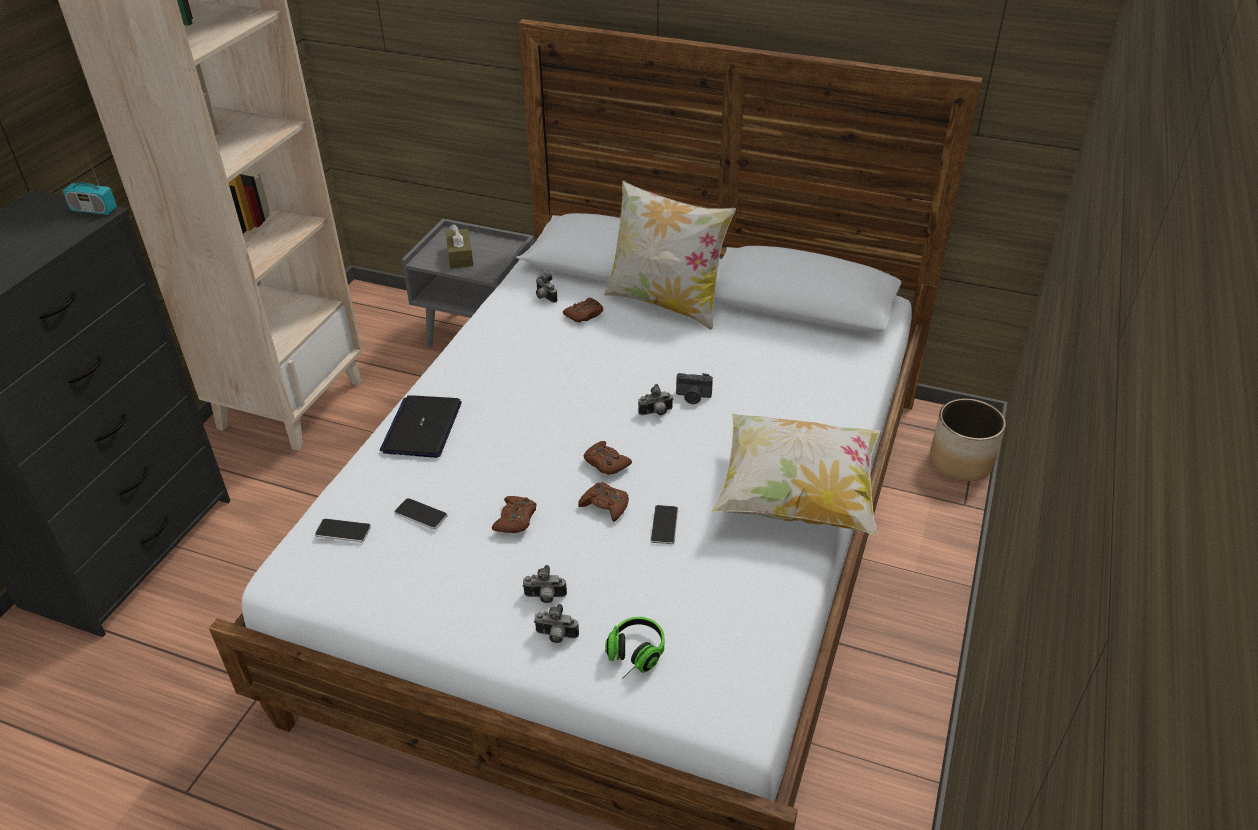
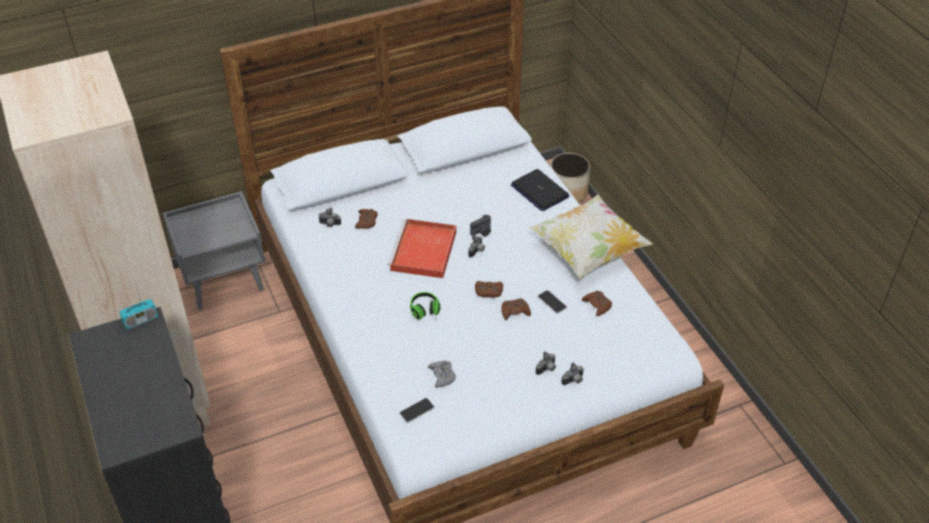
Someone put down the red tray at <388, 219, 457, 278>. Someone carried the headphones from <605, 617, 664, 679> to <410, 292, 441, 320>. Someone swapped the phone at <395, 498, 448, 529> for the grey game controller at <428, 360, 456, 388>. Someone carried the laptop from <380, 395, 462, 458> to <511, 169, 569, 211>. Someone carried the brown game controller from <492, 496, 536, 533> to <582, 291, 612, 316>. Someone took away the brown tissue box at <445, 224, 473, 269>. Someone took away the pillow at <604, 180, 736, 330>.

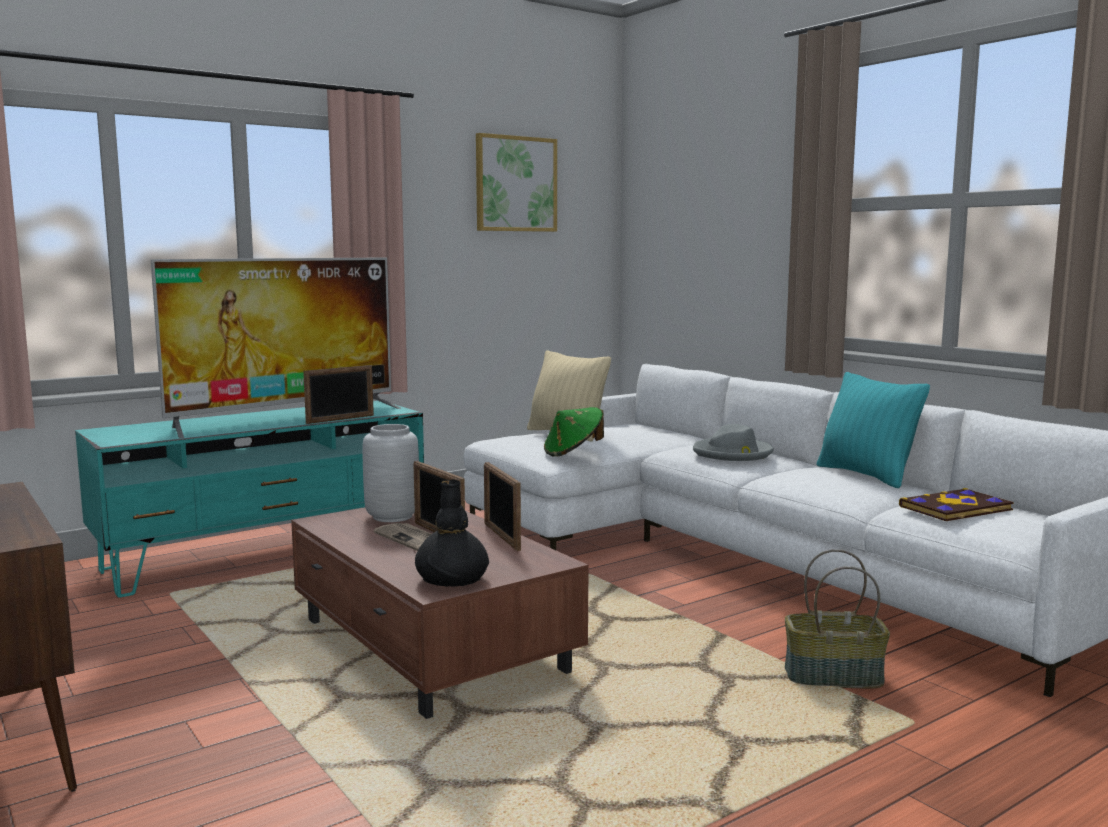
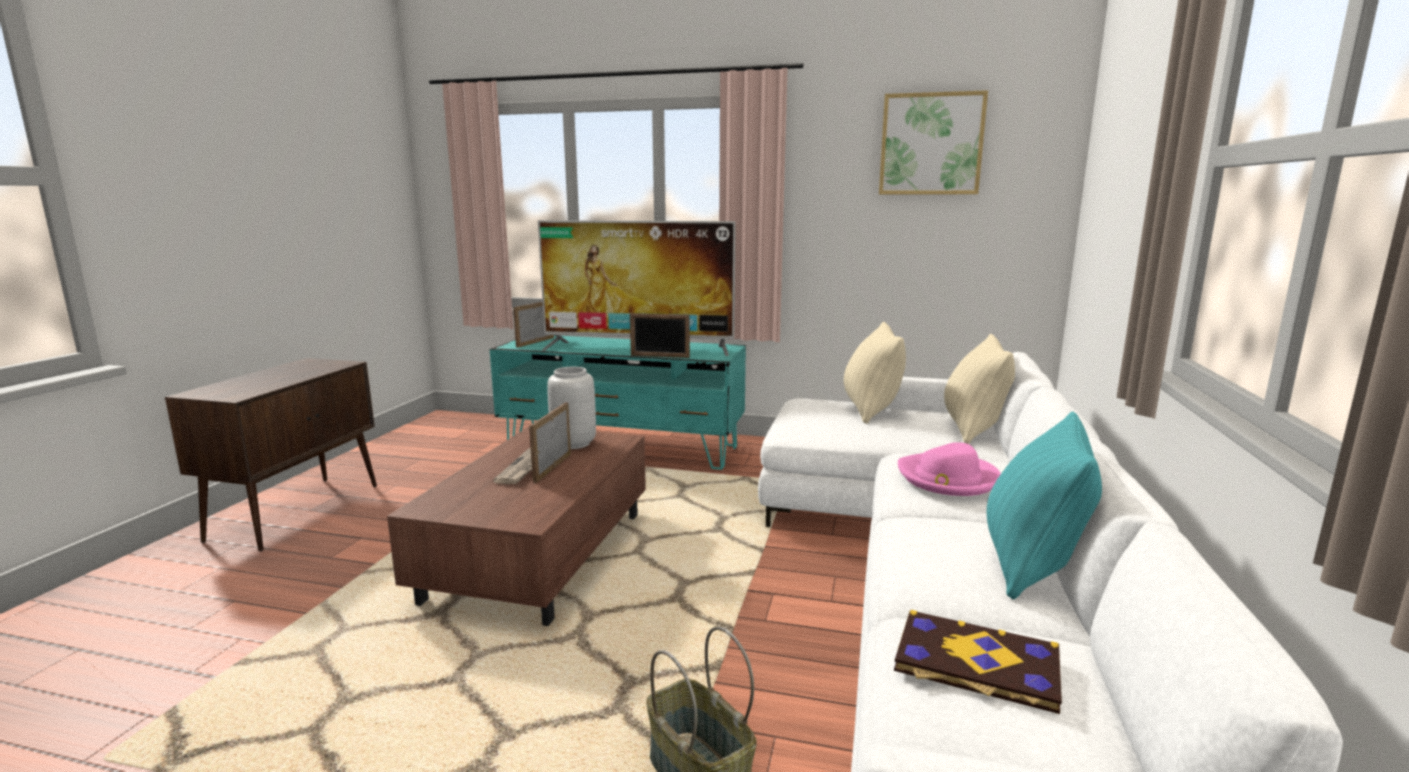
Someone carried the picture frame from <484, 462, 521, 551> to <513, 302, 554, 348>. Someone repainted the grey hat at <693, 424, 774, 461>, which became the pink hat at <898, 442, 1001, 496>. Someone put down the beige pillow at <944, 334, 1015, 444>. Someone took away the black vase at <415, 479, 489, 587>. Someone took away the green hat at <544, 407, 604, 457>.

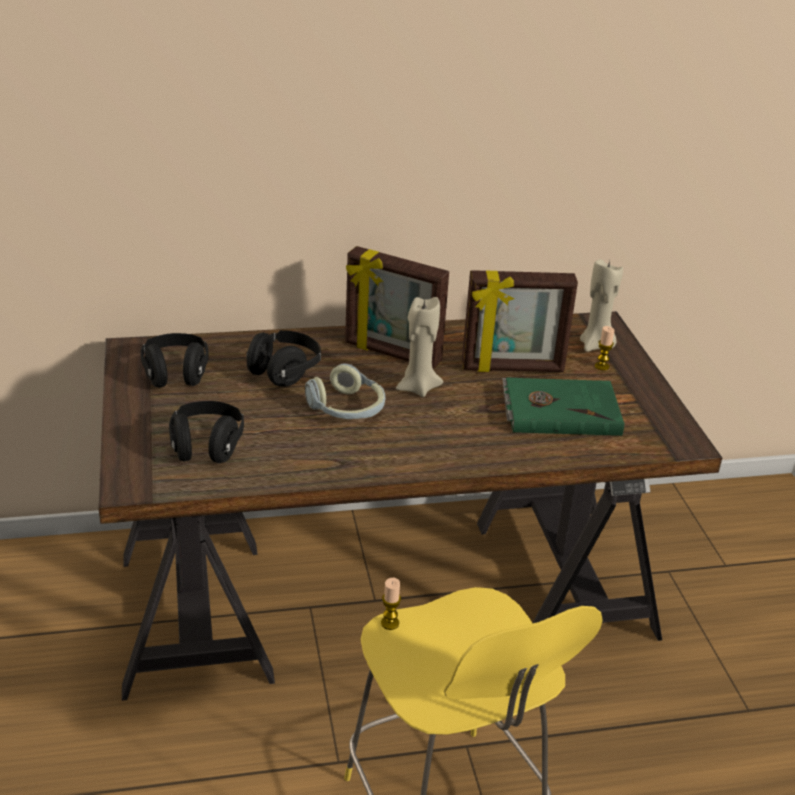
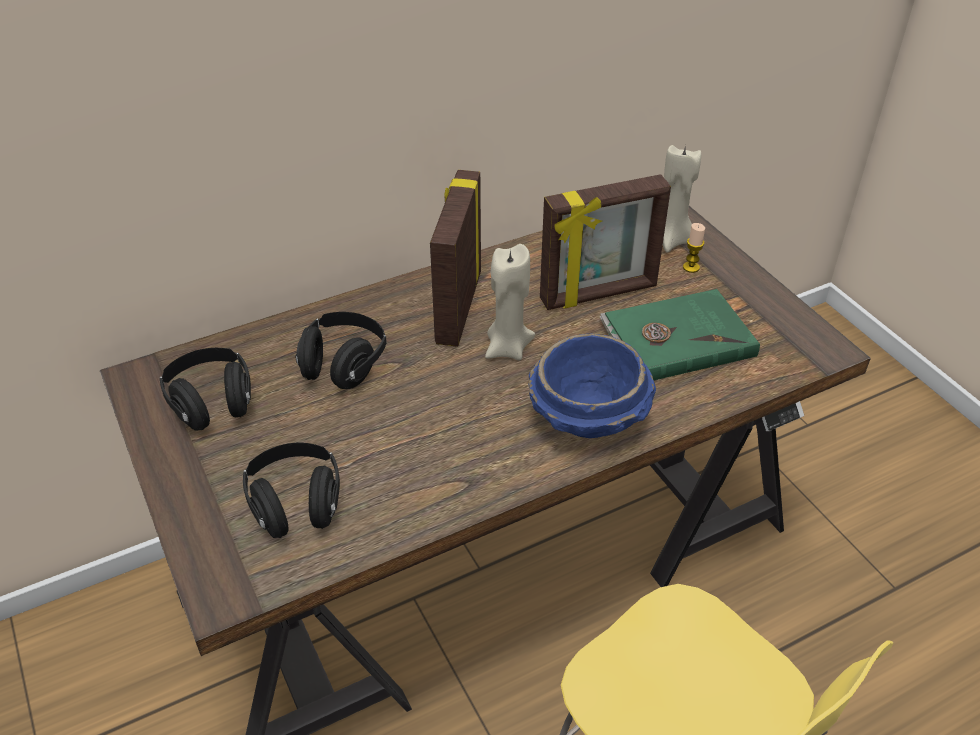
Someone rotated the picture frame at <345, 246, 449, 369> by 90 degrees clockwise. Someone put down the blue bowl at <528, 334, 656, 438>. Someone took away the headphones at <305, 363, 386, 419>. Someone took away the candle at <381, 578, 401, 630>.

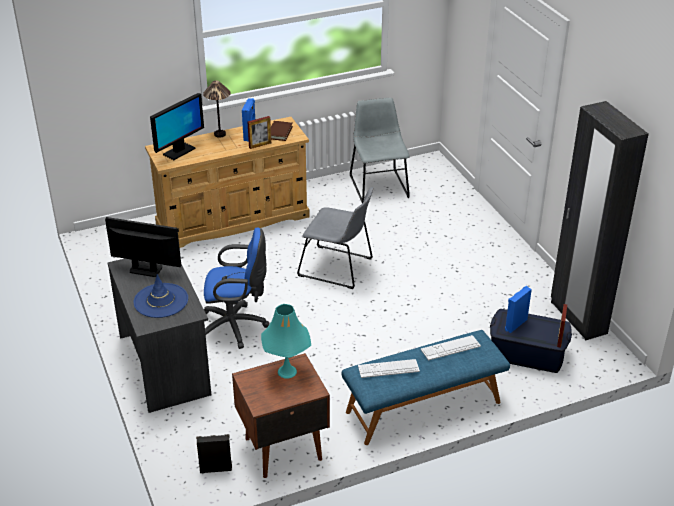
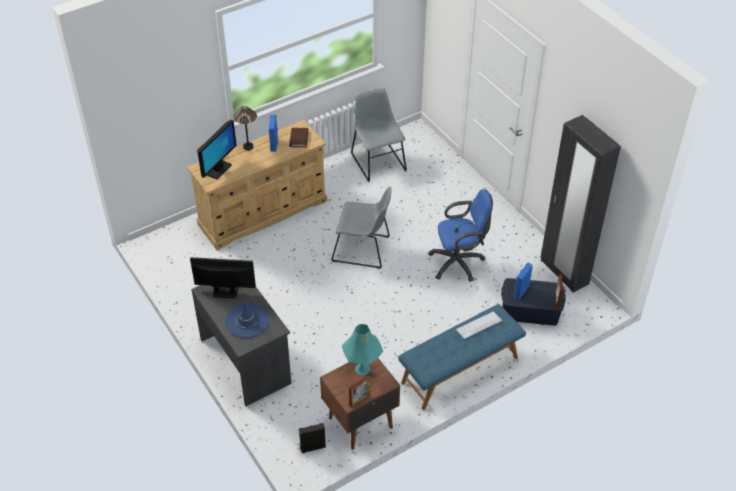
Someone carried the picture frame from <248, 116, 271, 149> to <349, 375, 370, 408>. Someone carried the blue office chair from <204, 227, 269, 349> to <429, 189, 493, 282>. Someone took away the keyboard at <358, 359, 420, 378>.

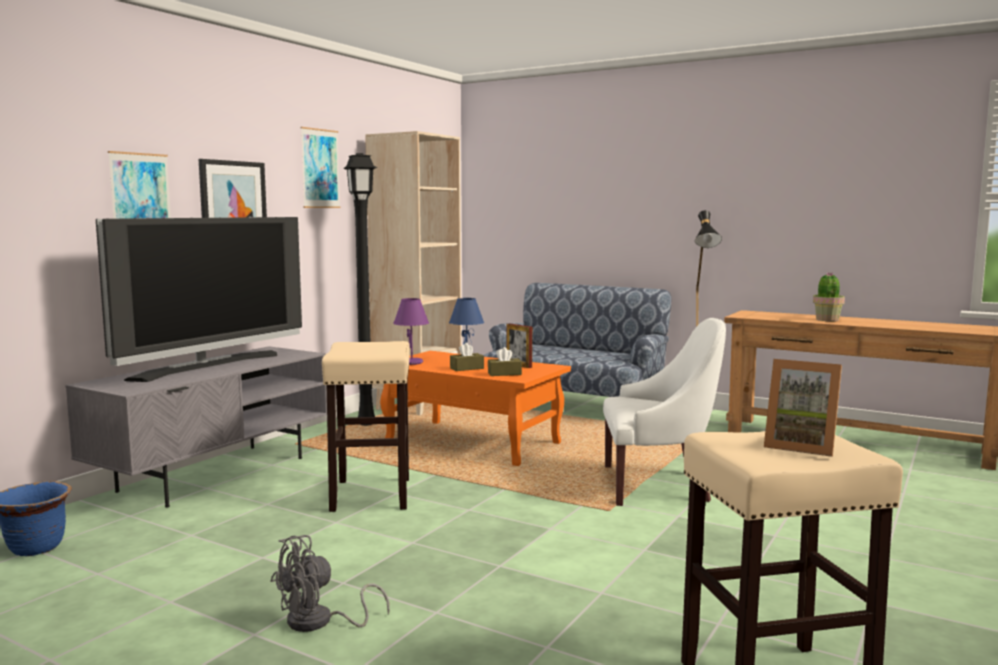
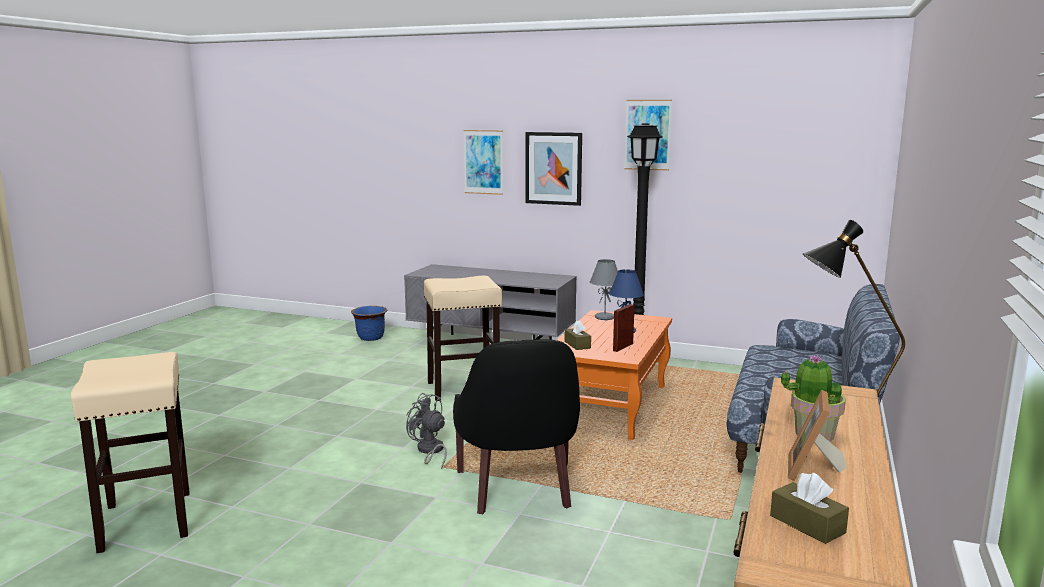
Someone carried the grey fan from <271, 535, 390, 632> to <406, 393, 447, 469>. Someone repainted the white armchair at <603, 318, 726, 506>, which became the black armchair at <453, 339, 580, 514>. Someone repainted the purple table lamp at <393, 298, 429, 365>, which became the grey table lamp at <590, 259, 618, 320>. Someone carried the brown tissue box from <450, 343, 484, 371> to <770, 473, 849, 544>. Someone carried the picture frame from <764, 359, 842, 457> to <788, 390, 847, 481>. Someone took away the television at <96, 217, 302, 382>. Someone took away the beige bookcase at <365, 131, 462, 415>.

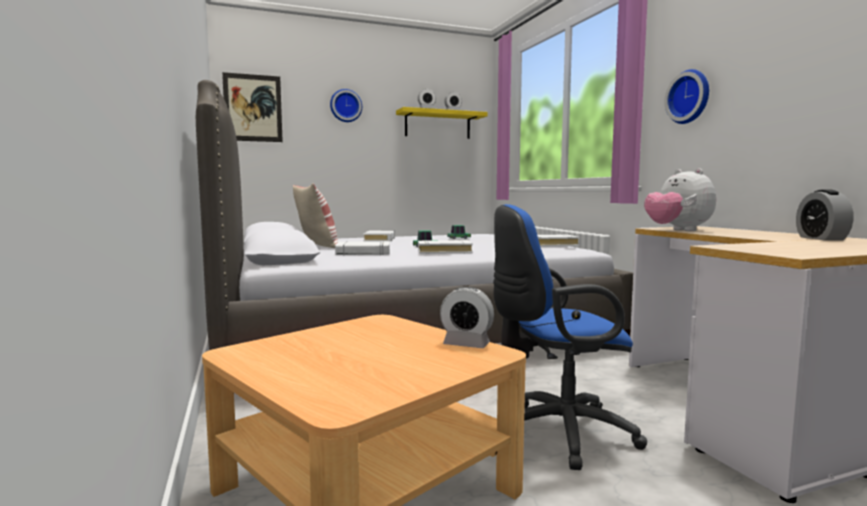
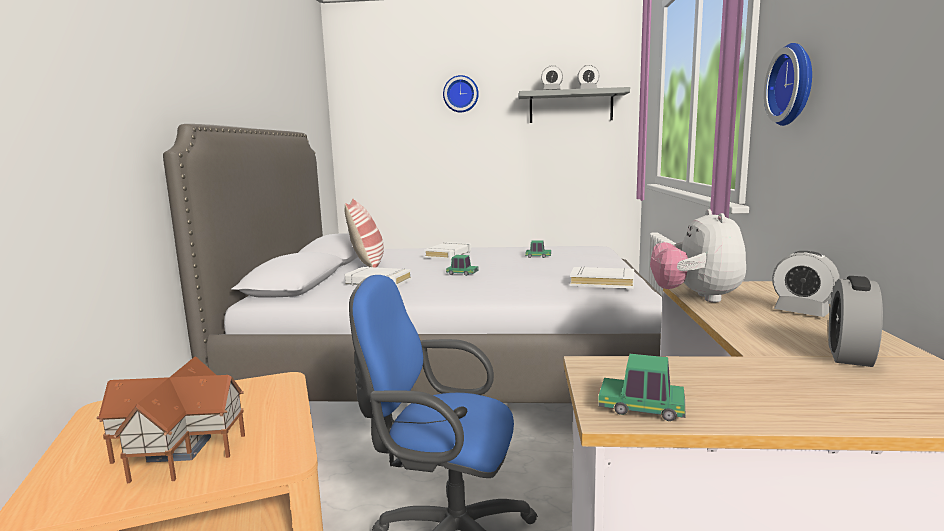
Someone put down the toy house at <96, 356, 245, 483>. Someone repainted the yellow shelf at <396, 107, 487, 139>, which became the grey shelf at <519, 87, 630, 123>. Someone put down the toy car at <598, 354, 686, 421>. Someone carried the alarm clock from <440, 287, 494, 348> to <772, 251, 840, 317>. Someone took away the picture at <222, 72, 283, 142>. Someone took away the white book at <418, 240, 473, 254>.

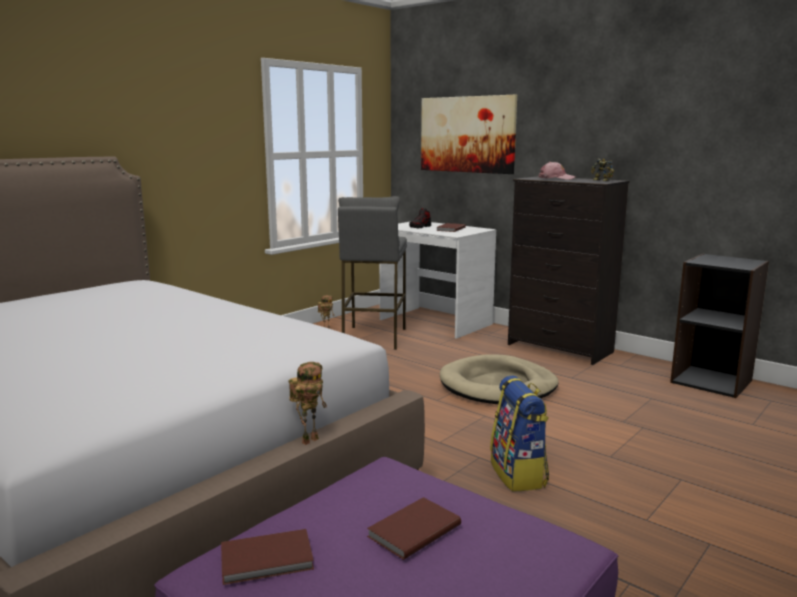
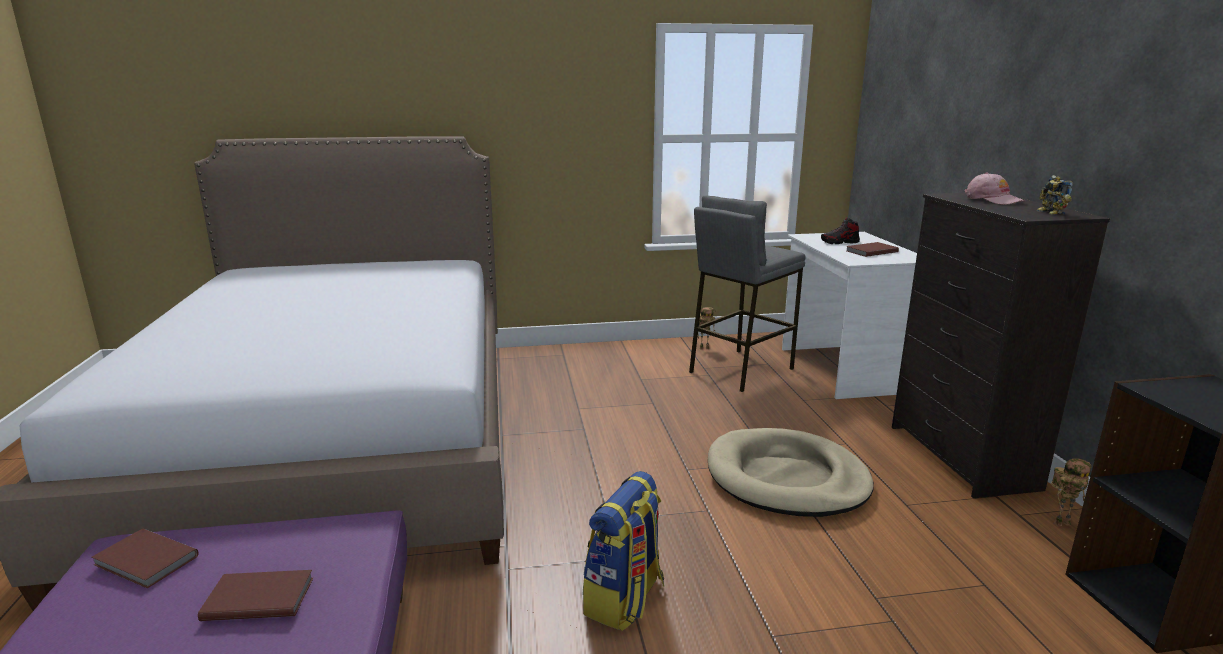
Someone carried the toy robot from <289, 362, 327, 445> to <1051, 459, 1091, 526>. Someone took away the picture at <421, 95, 517, 174>.

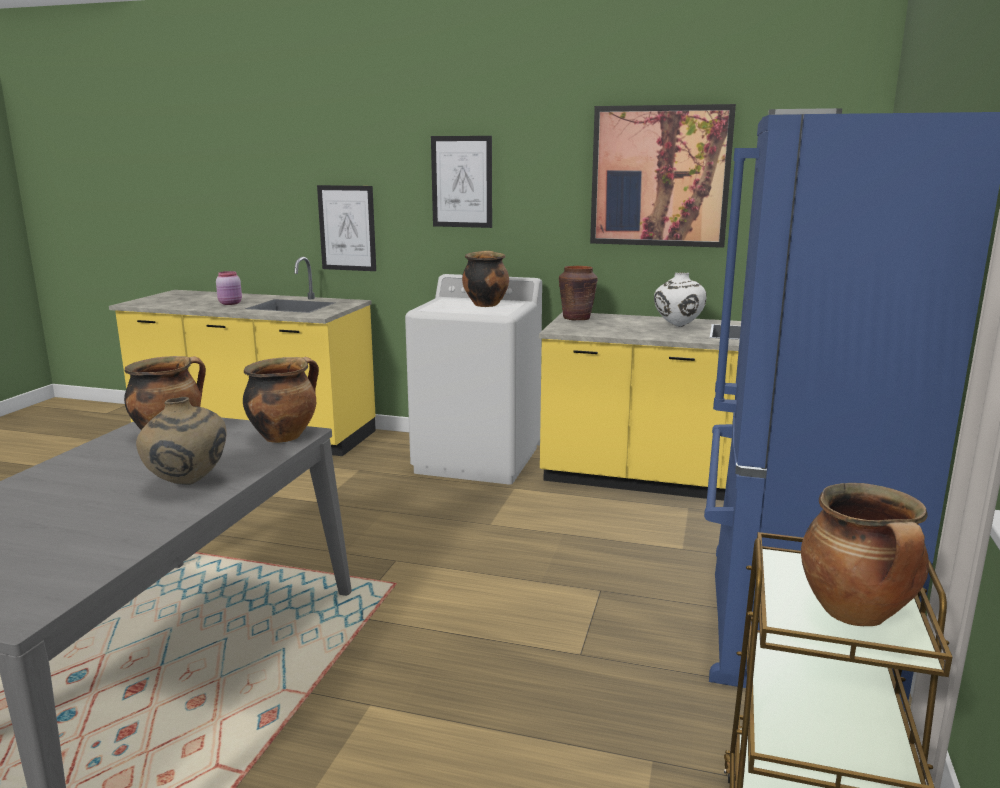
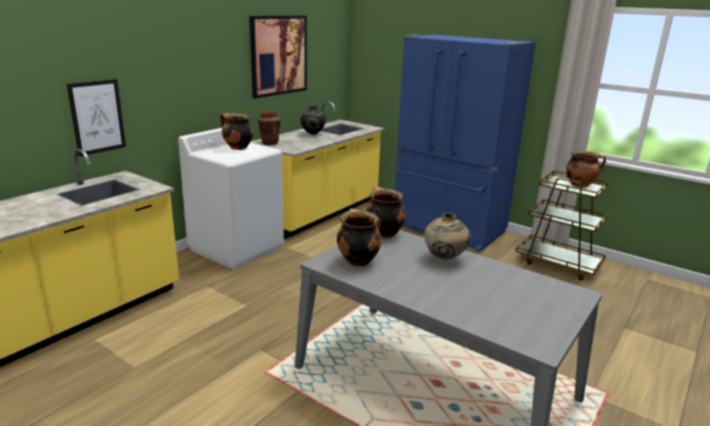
Someone repainted the white vase at <654, 273, 707, 327>, which became the black vase at <300, 106, 327, 135>. Someone took away the pink jar at <216, 271, 242, 305>. Someone took away the picture at <431, 136, 492, 228>.

